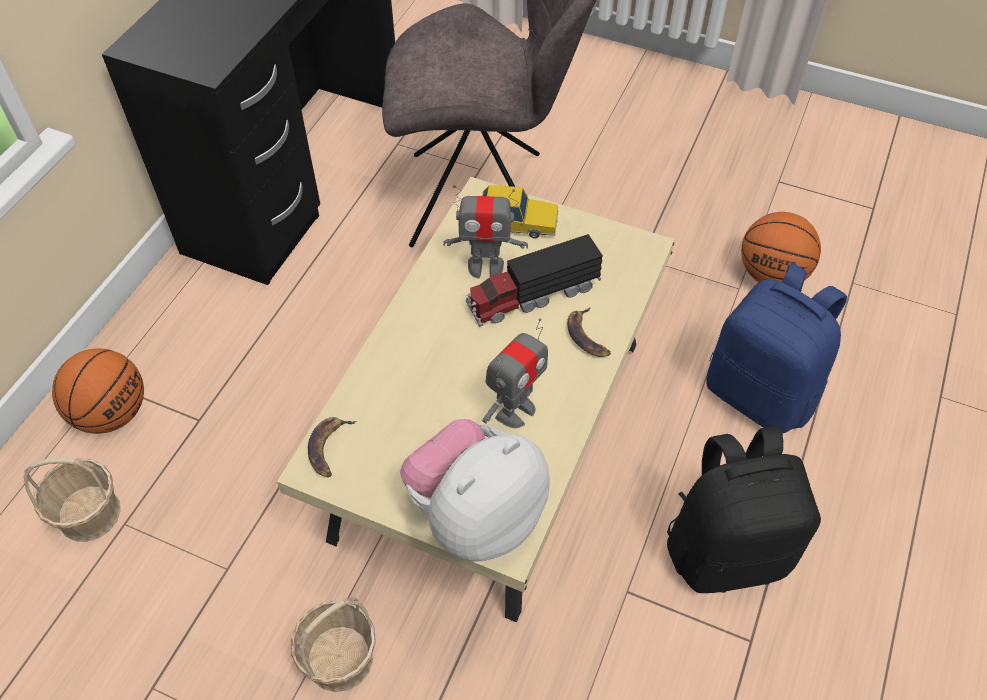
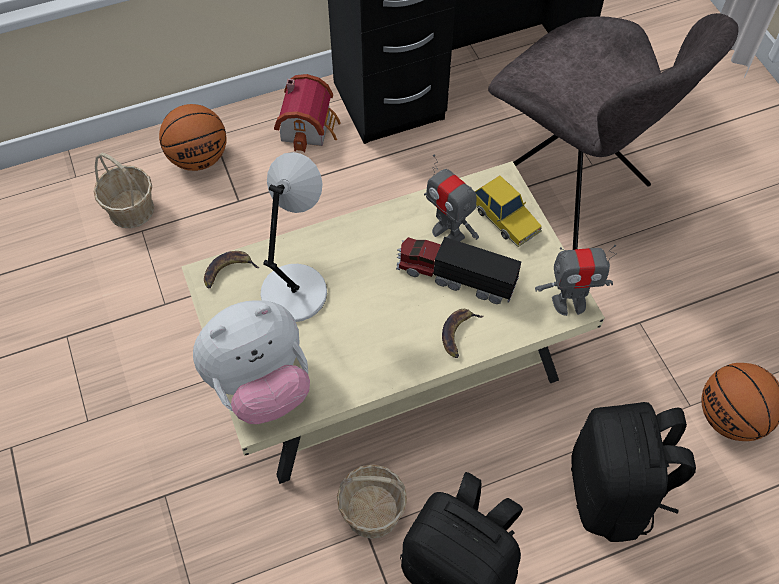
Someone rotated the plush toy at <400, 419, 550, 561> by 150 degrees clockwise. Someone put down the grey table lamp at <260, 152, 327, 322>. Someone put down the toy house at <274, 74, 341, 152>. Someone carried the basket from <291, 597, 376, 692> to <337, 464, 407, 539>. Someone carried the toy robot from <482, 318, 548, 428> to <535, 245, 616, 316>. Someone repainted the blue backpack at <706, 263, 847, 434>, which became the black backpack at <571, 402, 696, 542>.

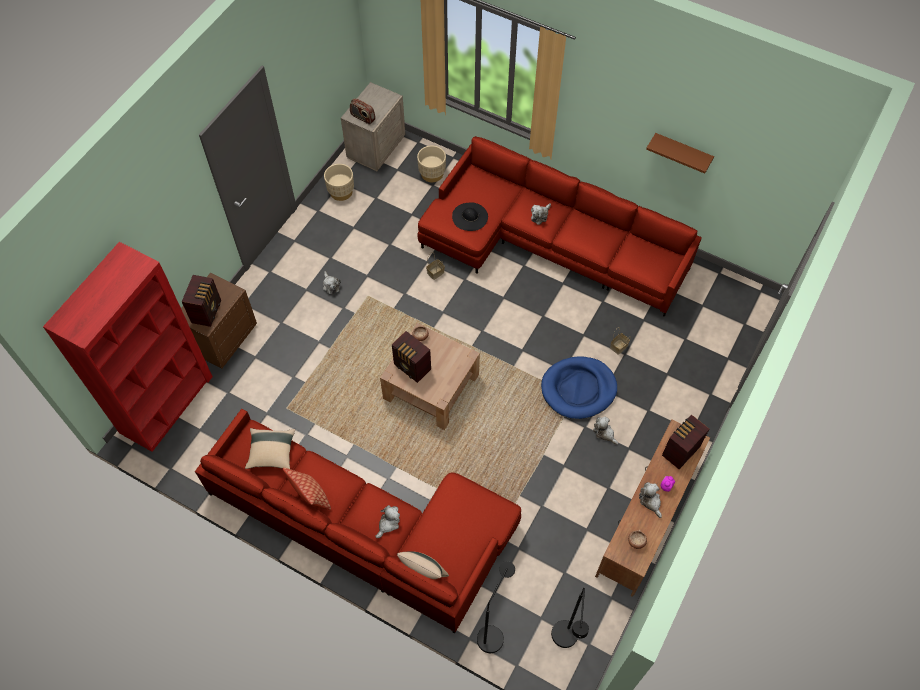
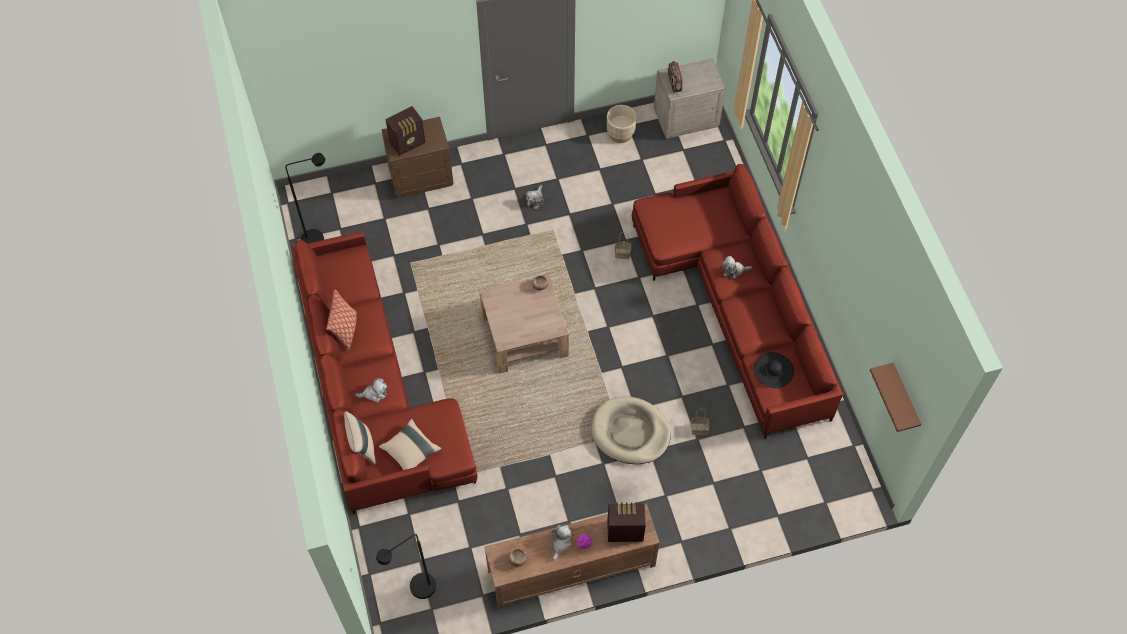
Someone carried the black floor lamp from <477, 561, 515, 653> to <285, 153, 325, 244>. Someone carried the beige pillow from <245, 428, 295, 469> to <379, 419, 441, 470>. Someone repainted the blue dog bed at <541, 356, 617, 419>, which became the beige dog bed at <592, 396, 671, 464>. Someone carried the black hat from <452, 202, 488, 231> to <754, 352, 794, 388>. Someone carried the brown shelf from <646, 133, 714, 173> to <870, 363, 922, 432>. Someone took away the red bookcase at <43, 242, 213, 452>. Someone took away the radio at <392, 331, 431, 383>. Someone took away the beige planter at <417, 145, 446, 182>. Someone took away the plush toy at <593, 416, 618, 445>.

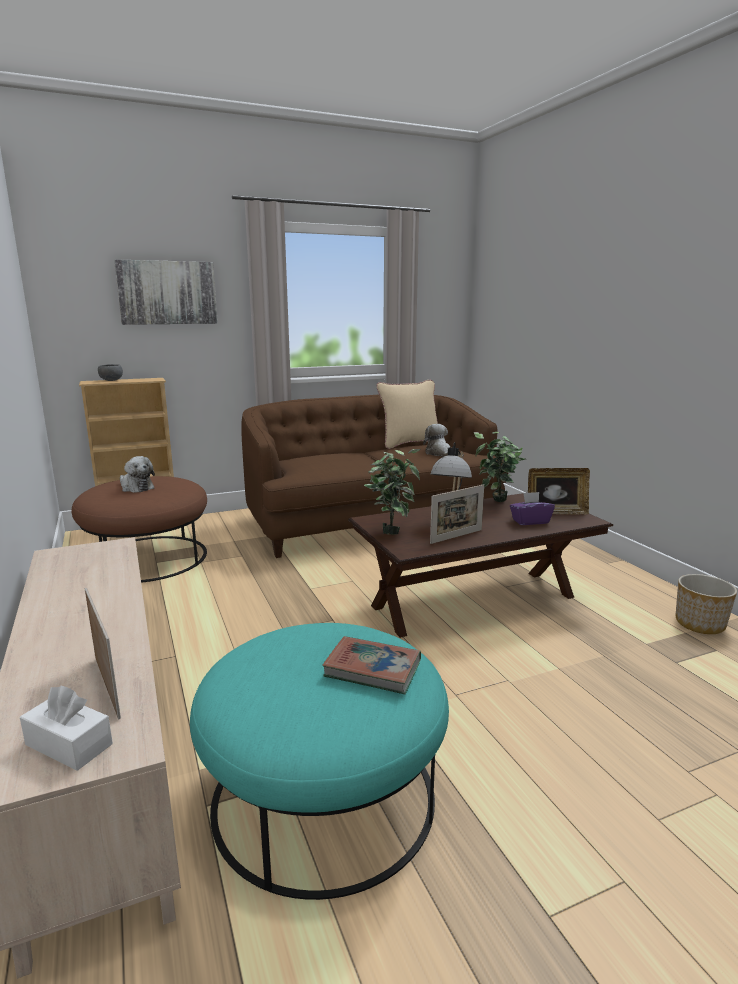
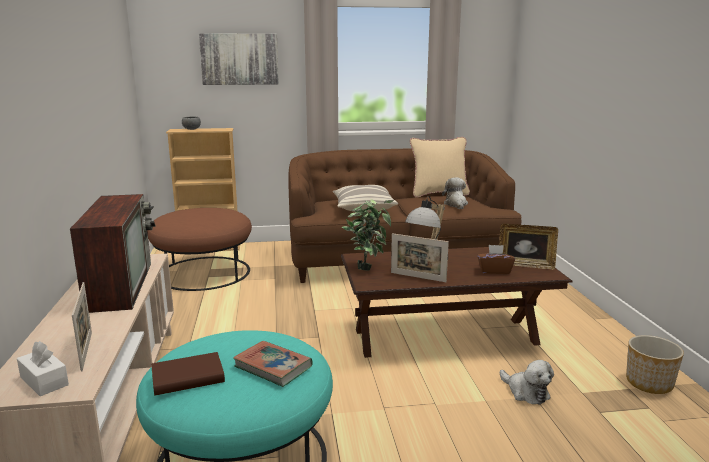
Someone put down the television at <70, 194, 156, 313>. Someone put down the brown book at <151, 352, 225, 395>. Someone put down the pillow at <333, 185, 398, 212>. Someone rotated the picture frame at <430, 484, 484, 544> by 45 degrees clockwise. Someone repainted the purple tissue box at <510, 492, 555, 525>, which became the brown tissue box at <477, 245, 515, 274>. Someone carried the plush toy from <120, 456, 155, 493> to <500, 360, 554, 405>. Someone took away the potted plant at <474, 432, 526, 502>.

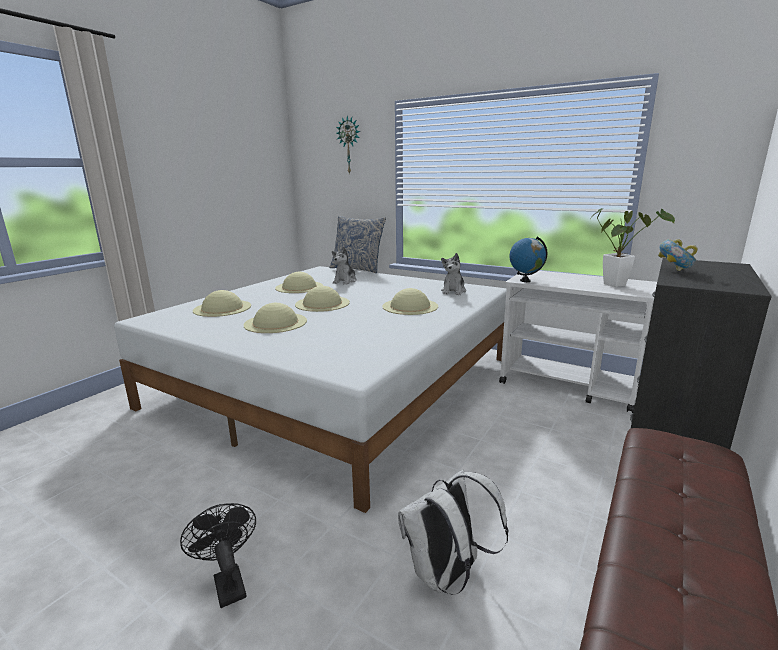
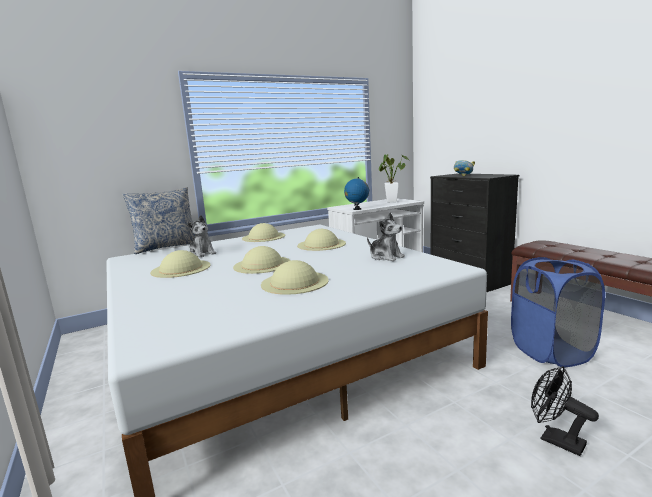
Someone carried the beige hat from <193, 290, 251, 317> to <242, 223, 285, 242>. Someone carried the plush toy from <441, 253, 466, 295> to <367, 212, 405, 261>. Someone swapped the white backpack at <398, 469, 509, 595> for the blue laundry basket at <511, 257, 605, 367>. Someone rotated the black fan at <180, 503, 256, 608> by 45 degrees clockwise. Someone took away the wall clock at <336, 116, 360, 174>.

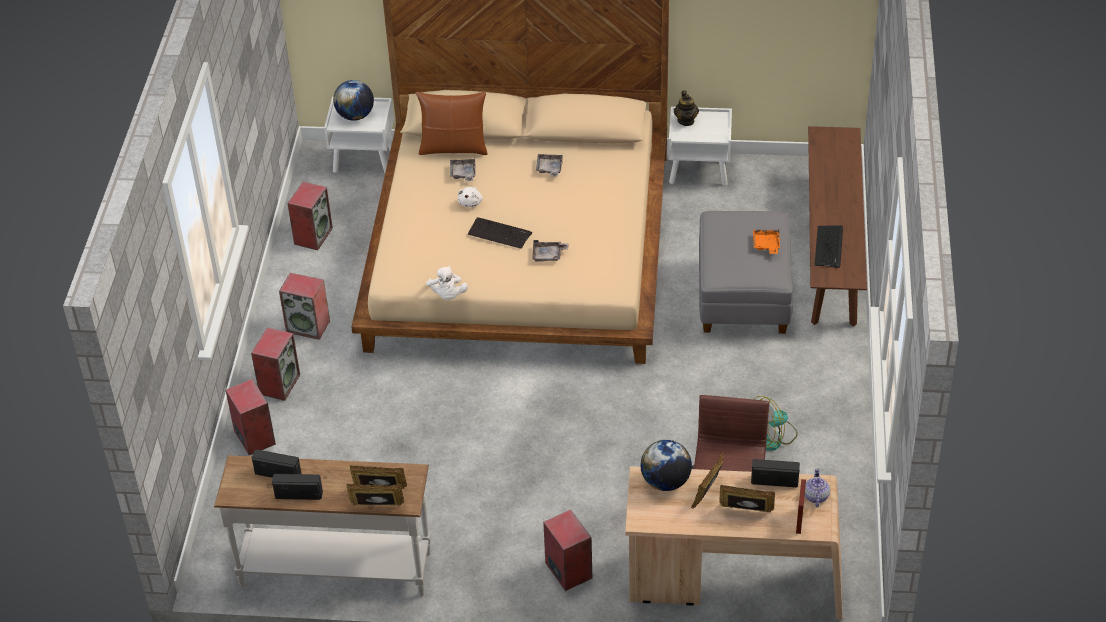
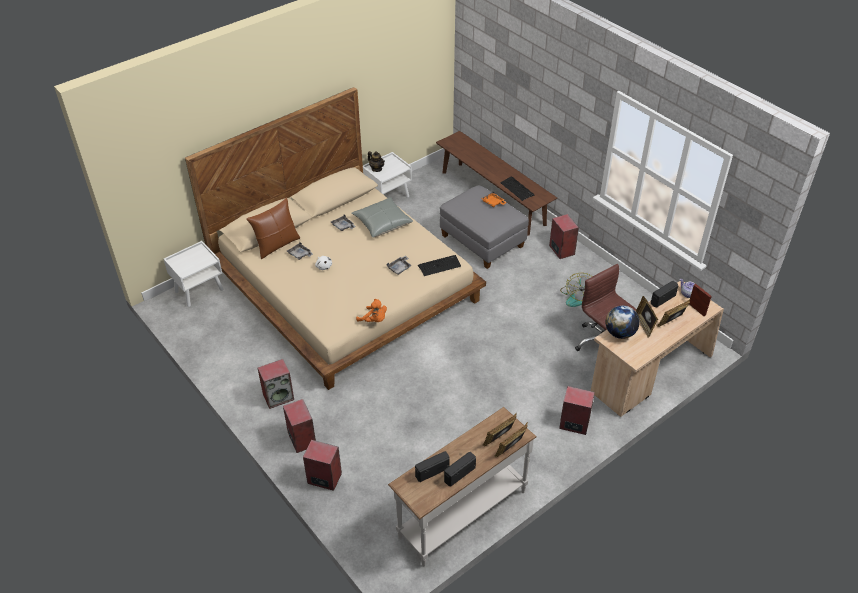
Someone put down the grey pillow at <351, 197, 413, 238>. Someone repainted the white plush toy at <426, 266, 468, 300>, which became the orange plush toy at <356, 299, 387, 322>. Someone carried the keyboard from <468, 217, 532, 249> to <418, 255, 461, 276>. Someone carried the speaker from <287, 182, 333, 250> to <549, 214, 579, 259>. Someone took away the globe at <333, 80, 374, 121>.

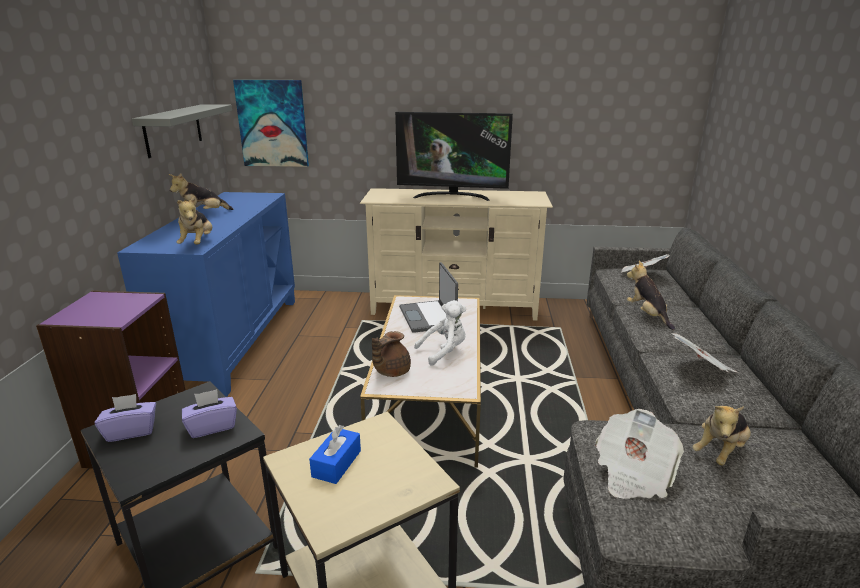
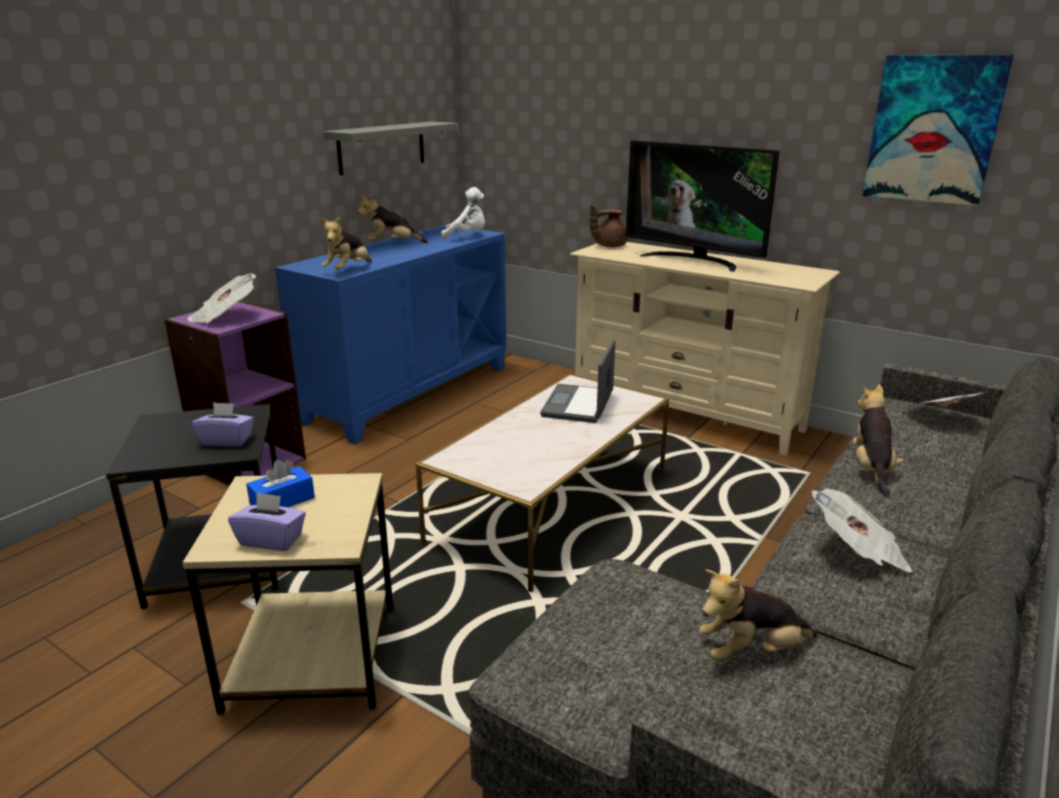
Someone carried the newspaper from <595, 409, 684, 499> to <187, 273, 256, 324>. Someone carried the purple tissue box from <94, 394, 156, 442> to <228, 492, 306, 551>. Someone carried the white plush toy from <414, 300, 466, 366> to <441, 187, 485, 239>. Someone carried the brown teapot from <372, 331, 411, 377> to <590, 204, 627, 247>. Someone carried the picture from <233, 80, 309, 167> to <862, 55, 1014, 206>.

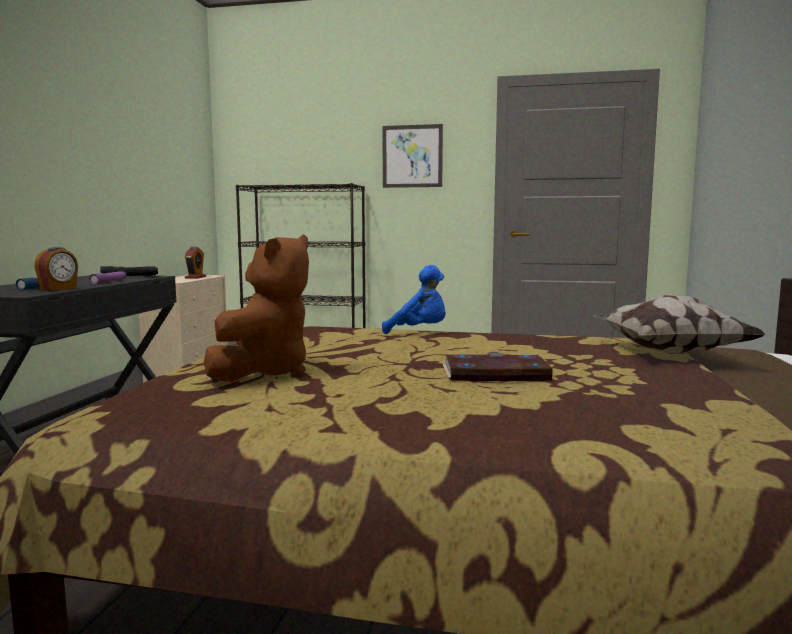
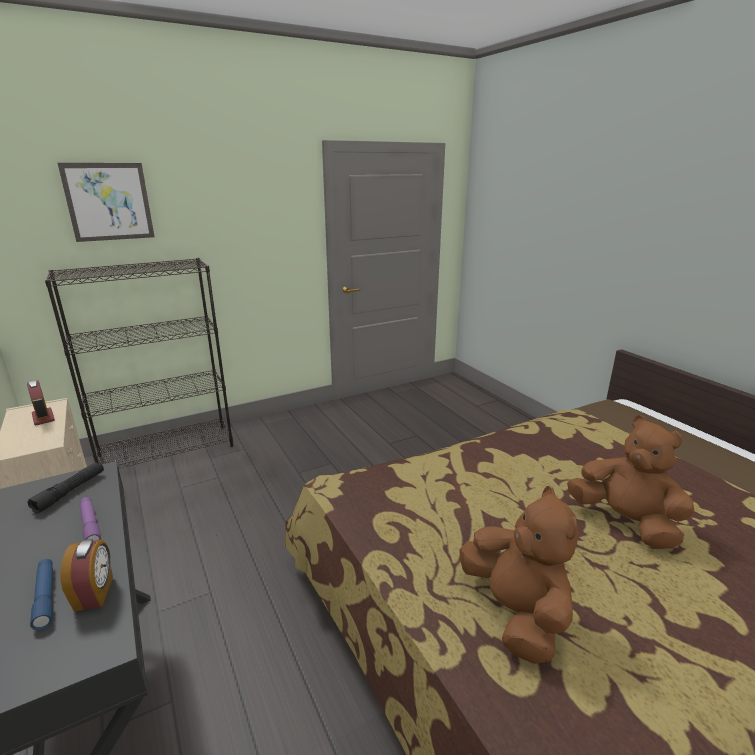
Someone carried the picture from <383, 124, 443, 188> to <58, 163, 155, 242>. Someone swapped the book at <443, 353, 553, 381> for the brown plush toy at <567, 415, 695, 549>. Someone took away the blue plush toy at <382, 265, 446, 334>. Someone took away the pillow at <589, 295, 767, 355>.

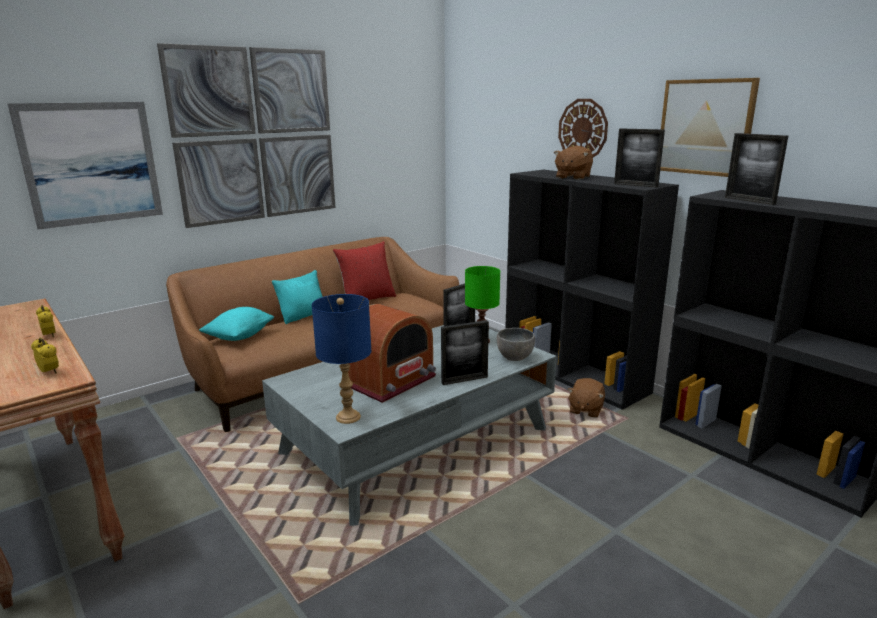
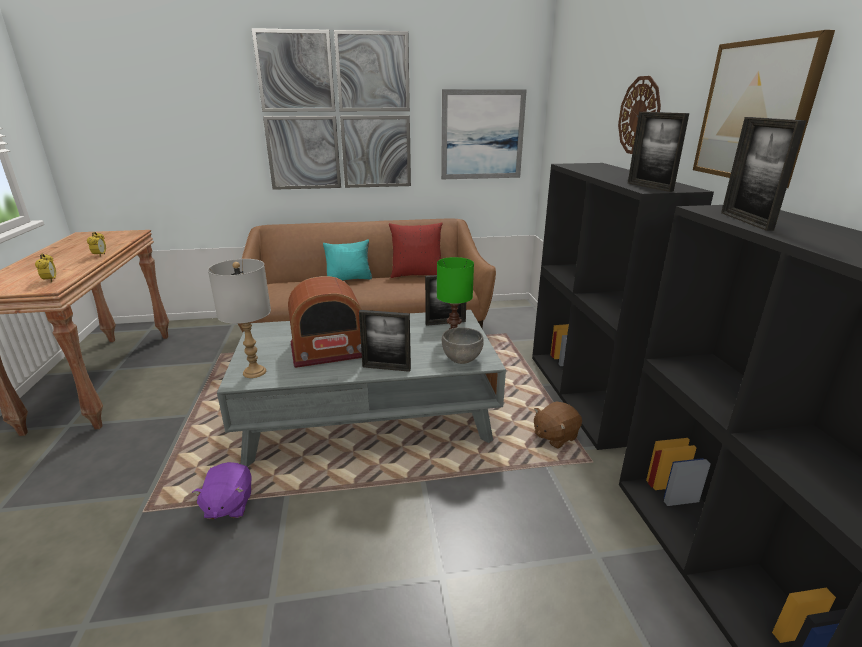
Someone put down the purple plush toy at <192, 462, 252, 519>. Someone repainted the blue table lamp at <312, 294, 371, 424>, which became the grey table lamp at <208, 259, 271, 378>. Someone carried the picture from <8, 102, 163, 230> to <441, 89, 527, 179>. Someone took away the turquoise pillow at <199, 307, 274, 341>. Someone took away the brown plush toy at <554, 146, 593, 180>.

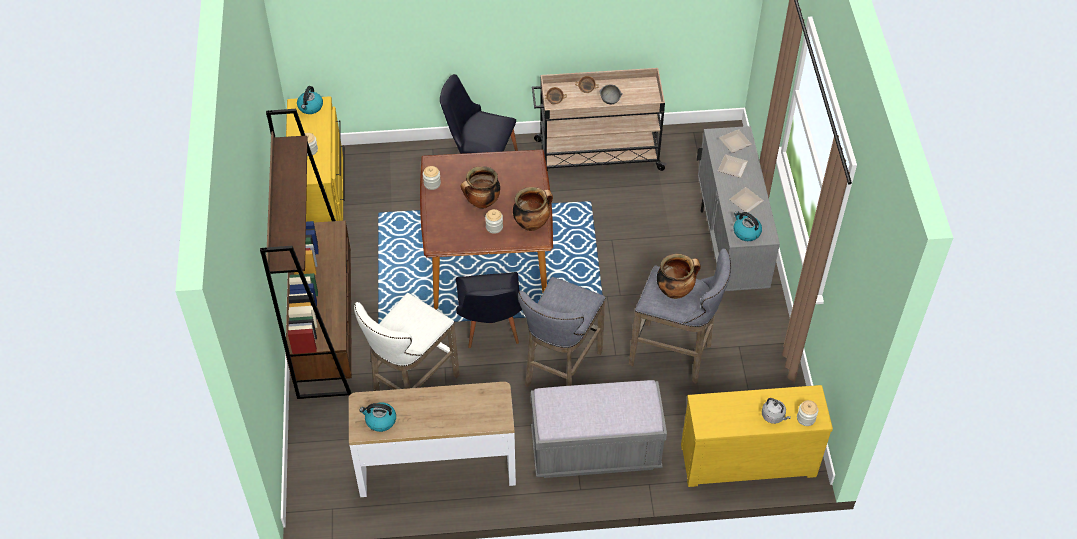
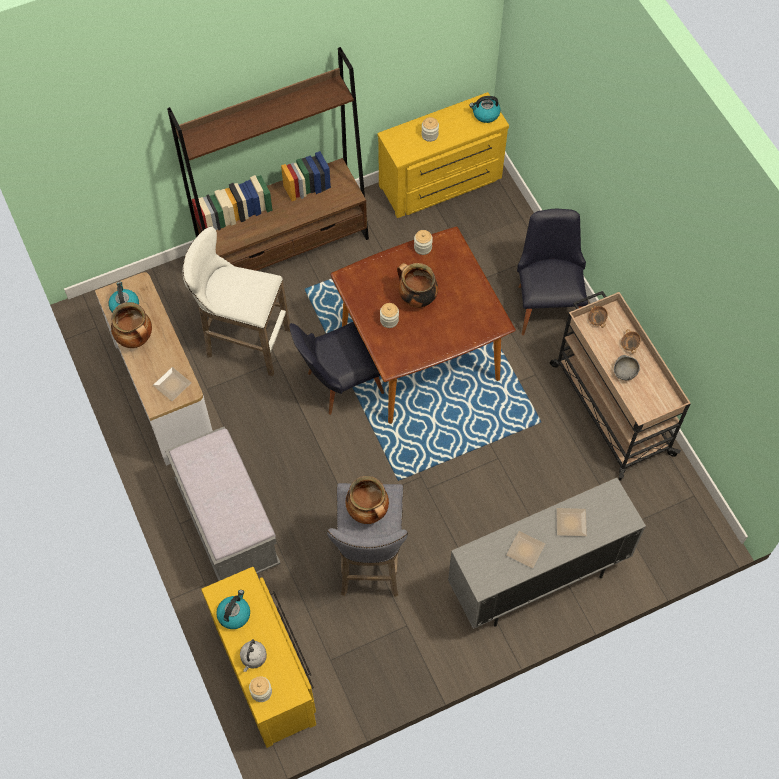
Someone carried the cooking pot from <513, 187, 553, 231> to <111, 302, 152, 348>. Someone carried the plate from <719, 129, 752, 153> to <153, 367, 192, 401>. Someone carried the kettle from <734, 211, 762, 241> to <216, 590, 250, 629>. Someone took away the grey stool at <518, 277, 606, 387>.

